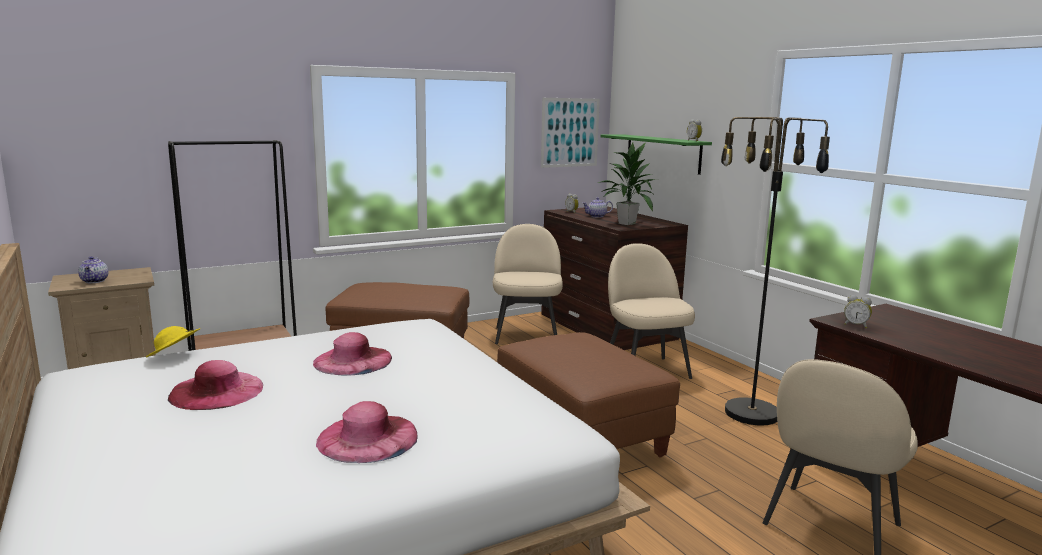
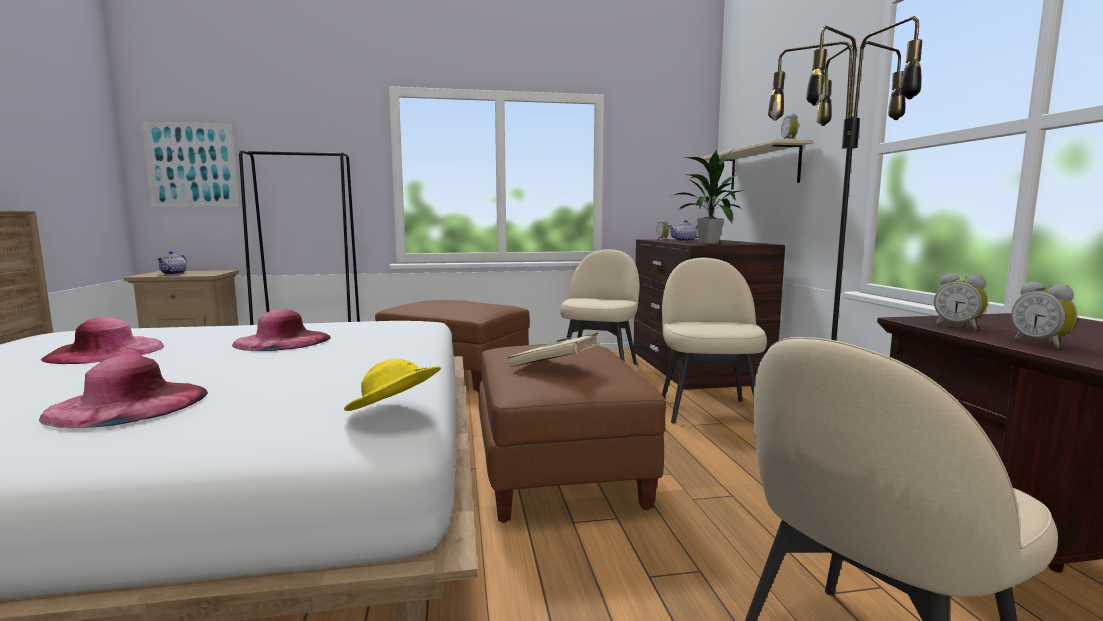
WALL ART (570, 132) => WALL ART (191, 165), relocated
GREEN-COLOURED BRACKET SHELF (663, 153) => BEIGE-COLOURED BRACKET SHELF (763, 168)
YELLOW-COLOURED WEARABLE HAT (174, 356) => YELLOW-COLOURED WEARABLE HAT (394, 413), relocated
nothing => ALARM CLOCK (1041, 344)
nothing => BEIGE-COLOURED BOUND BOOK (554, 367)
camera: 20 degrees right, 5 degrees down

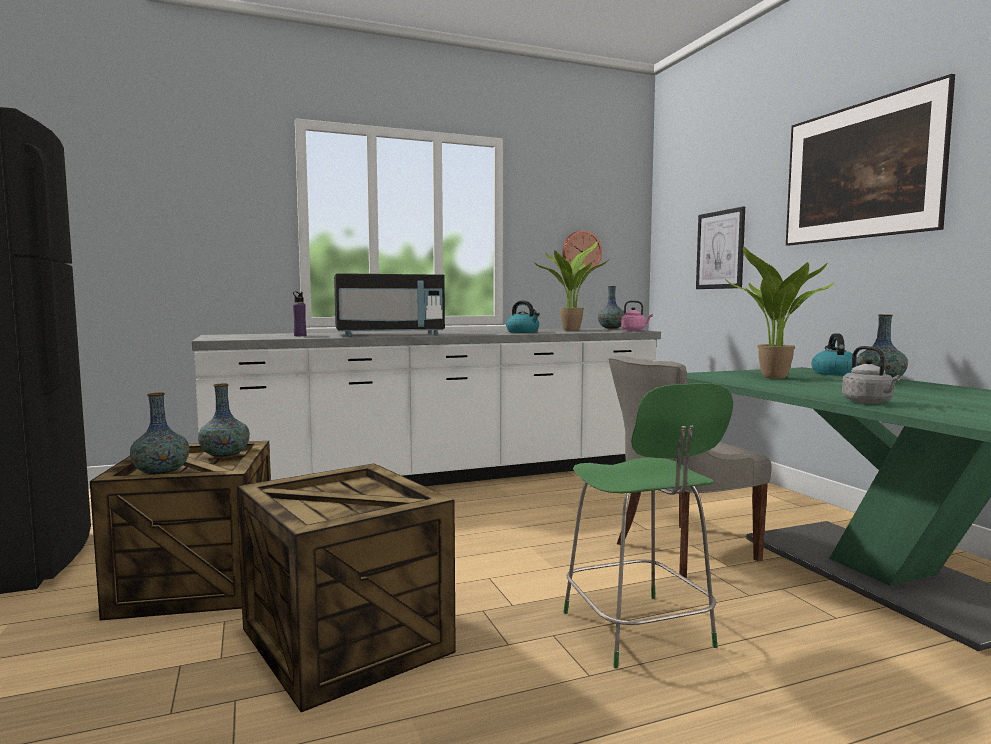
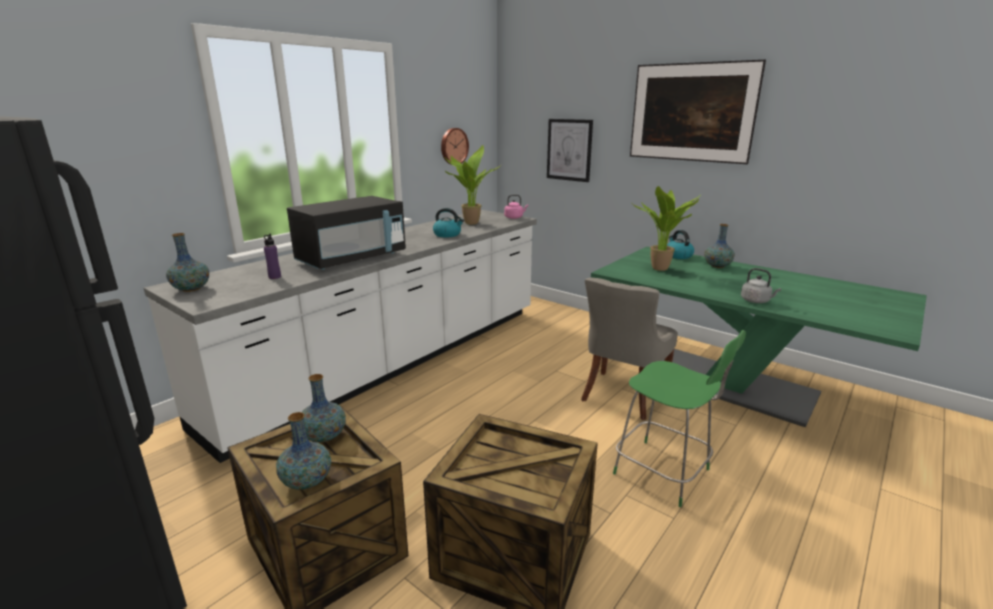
VASE (611, 329) => VASE (191, 289), relocated
camera: 30 degrees left, 15 degrees up

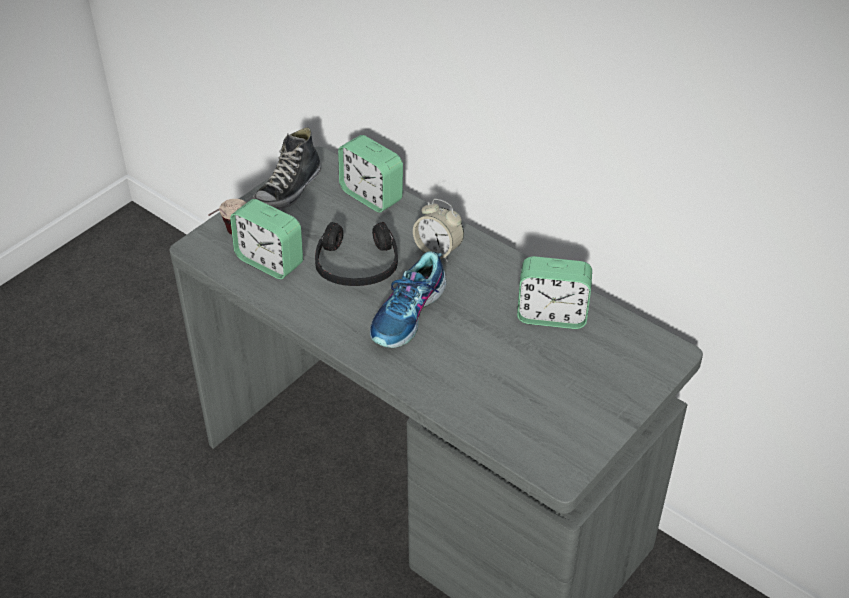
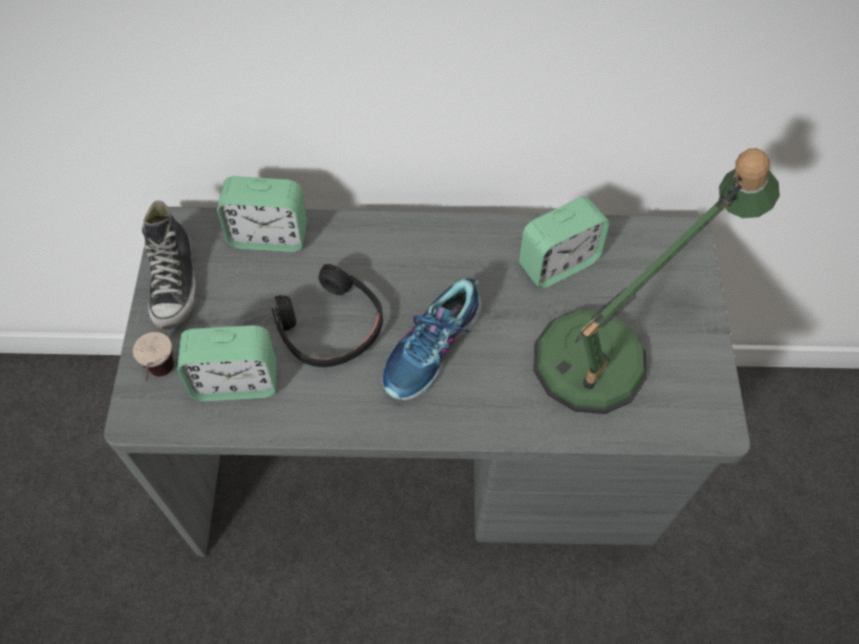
ALARM CLOCK (438, 251) => nothing
ITEM OF FOOTWEAR (409, 314) => ITEM OF FOOTWEAR (433, 349), 45 degrees clockwise
nothing => LAMP FOR A TABLE (607, 353)
camera: 40 degrees left, 15 degrees up

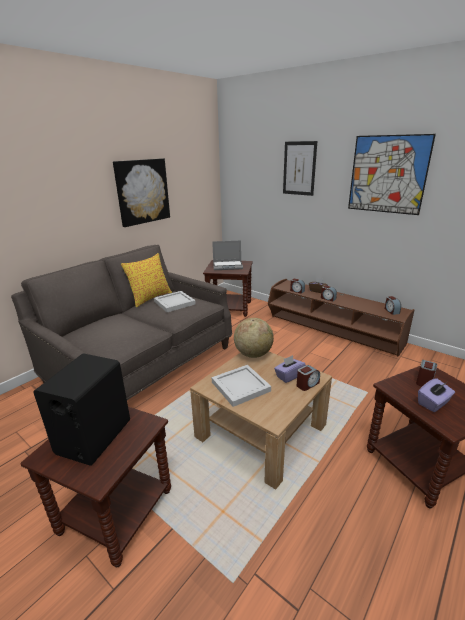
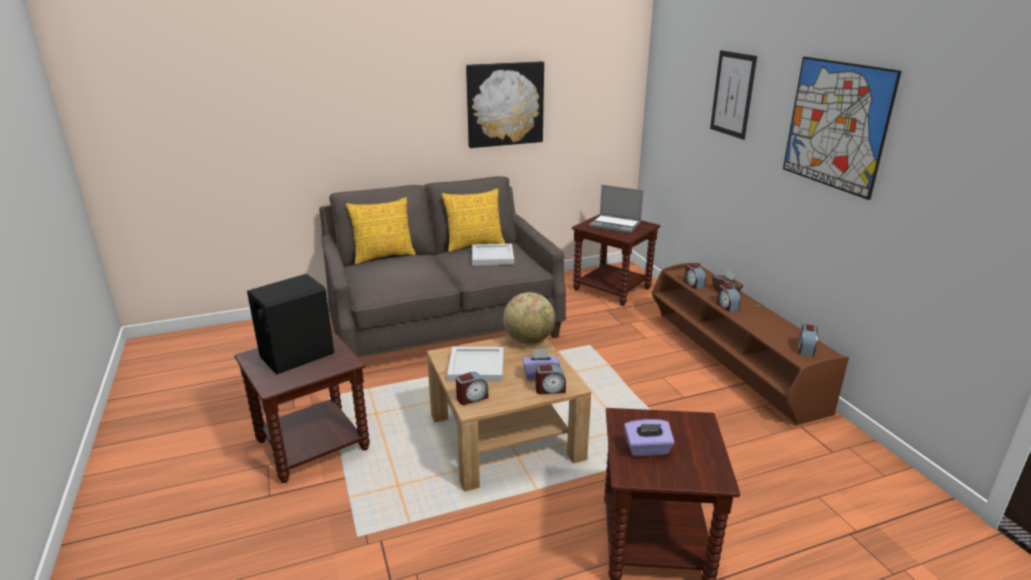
ALARM CLOCK (424, 380) => ALARM CLOCK (472, 398), relocated
nothing => YELLOW-COLOURED CUSHION (384, 256)
camera: 30 degrees right, 0 degrees up

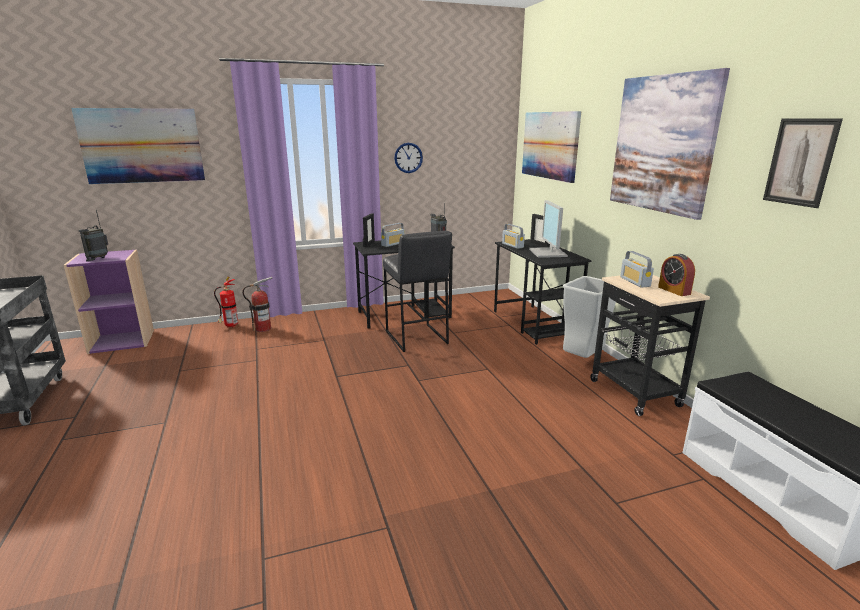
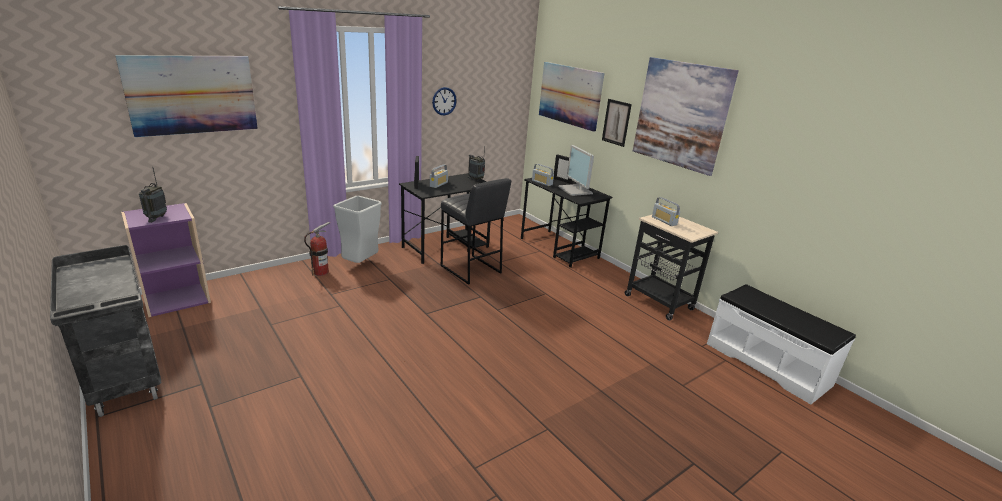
WALL ART (800, 162) => WALL ART (616, 122), relocated
ALARM CLOCK (674, 290) => nothing
GRAY WASTE BIN (582, 359) => GRAY WASTE BIN (361, 264), relocated
FIRE-FIGHTING CYLINDER (230, 326) => nothing
camera: 20 degrees left, 5 degrees up

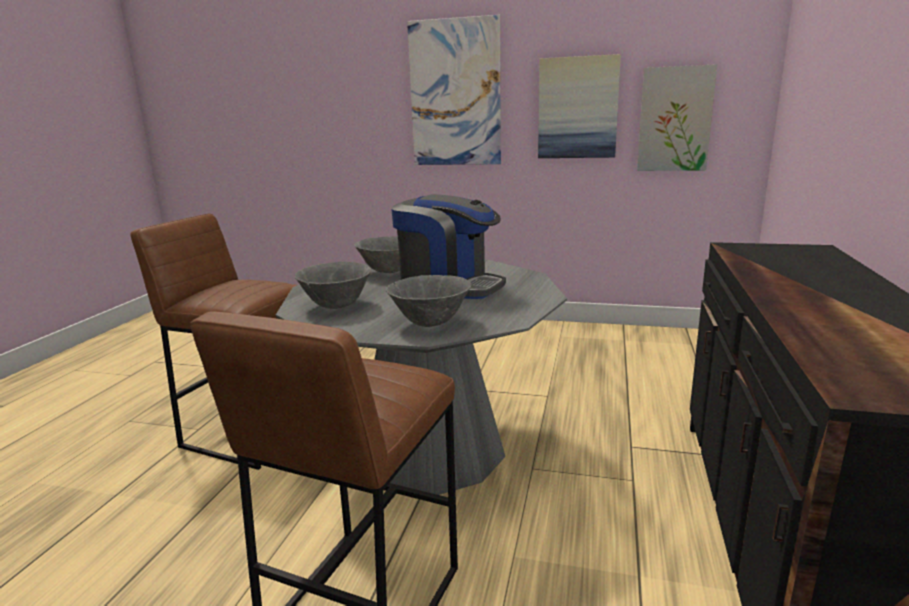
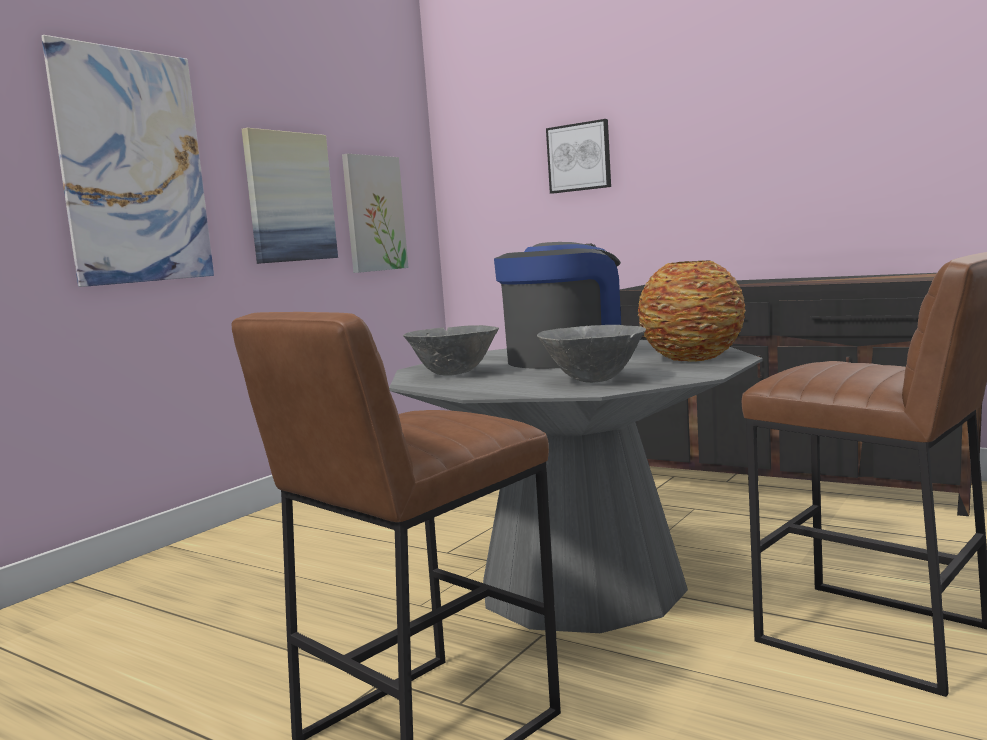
GRAY SERVING BOWL (430, 323) => VASE (692, 358)
nothing => WALL ART (579, 157)
camera: 70 degrees left, 10 degrees down

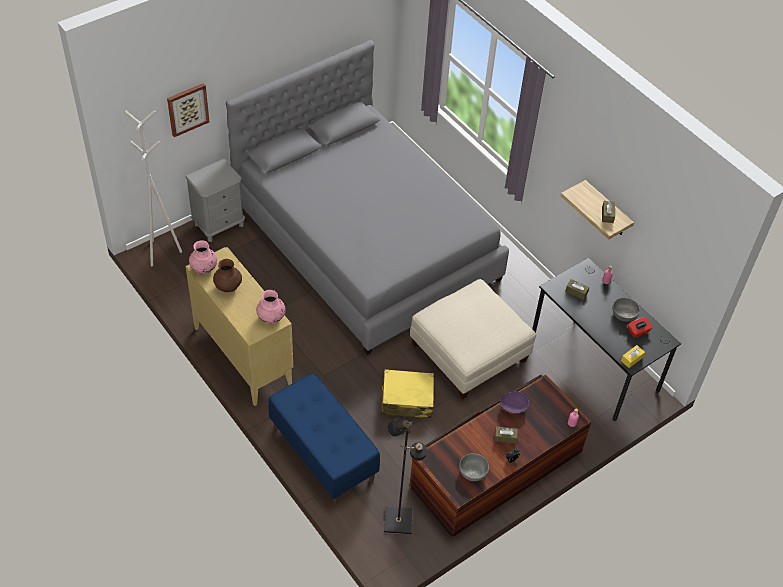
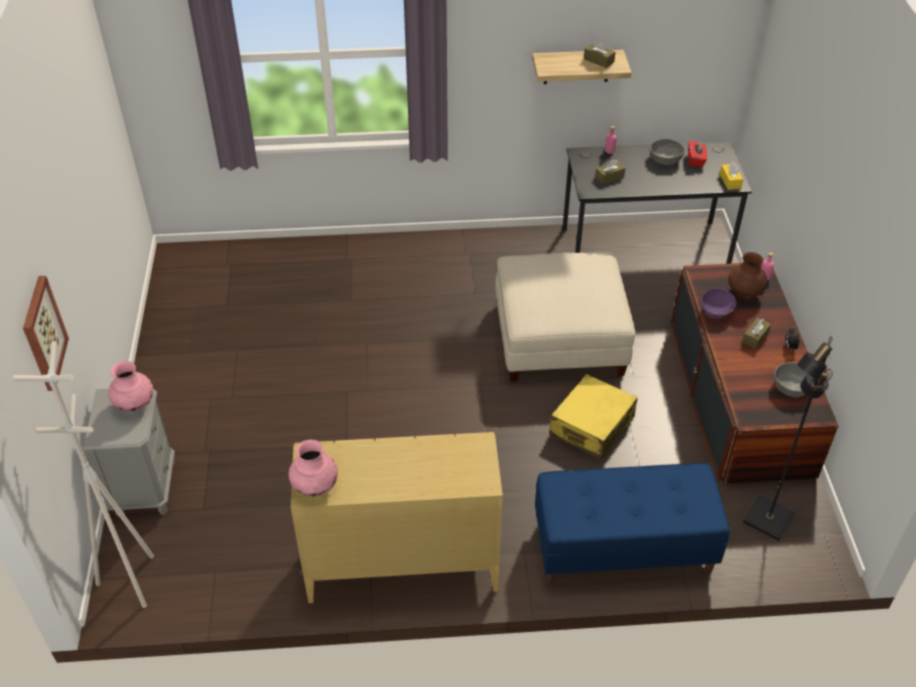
GRAY BEDROOM BED (365, 241) => nothing
BROWN VASE (228, 287) => BROWN VASE (744, 293), relocated
PINK-COLOURED VASE (271, 318) => PINK-COLOURED VASE (135, 404), relocated
camera: 55 degrees left, 5 degrees down

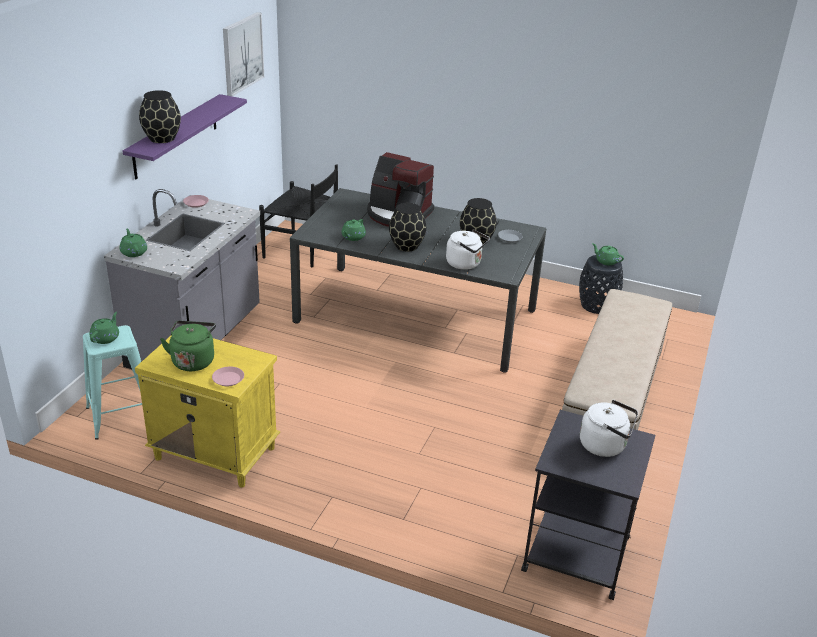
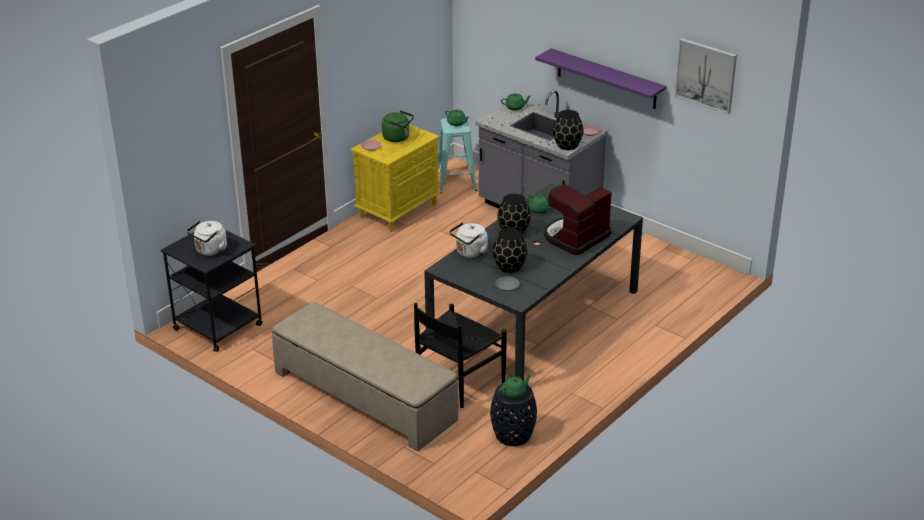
BLACKISH VASE (161, 138) => BLACKISH VASE (567, 145), relocated
BLACKISH PLAIN CHAIR (301, 250) => BLACKISH PLAIN CHAIR (458, 383), relocated
camera: 110 degrees right, 0 degrees up

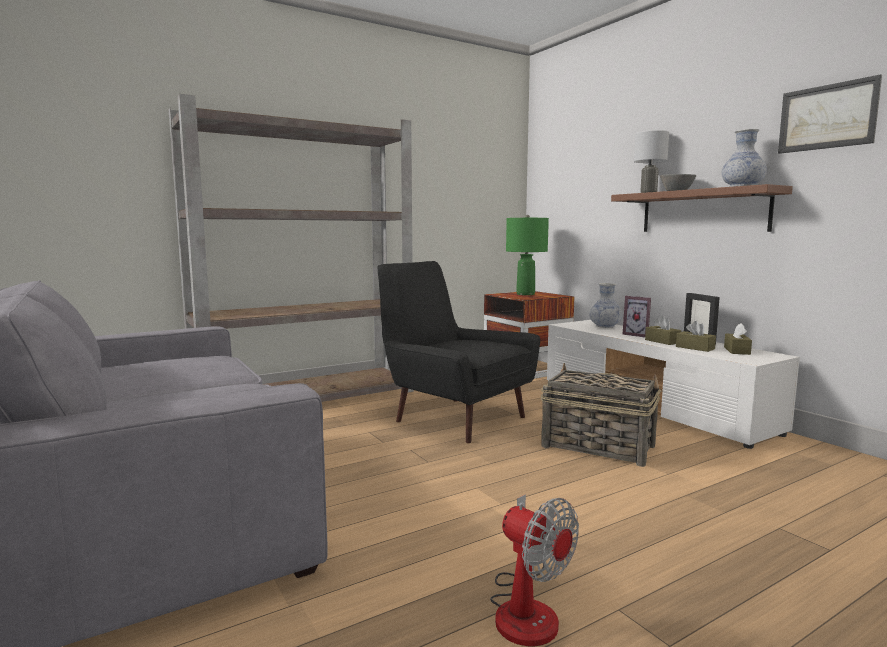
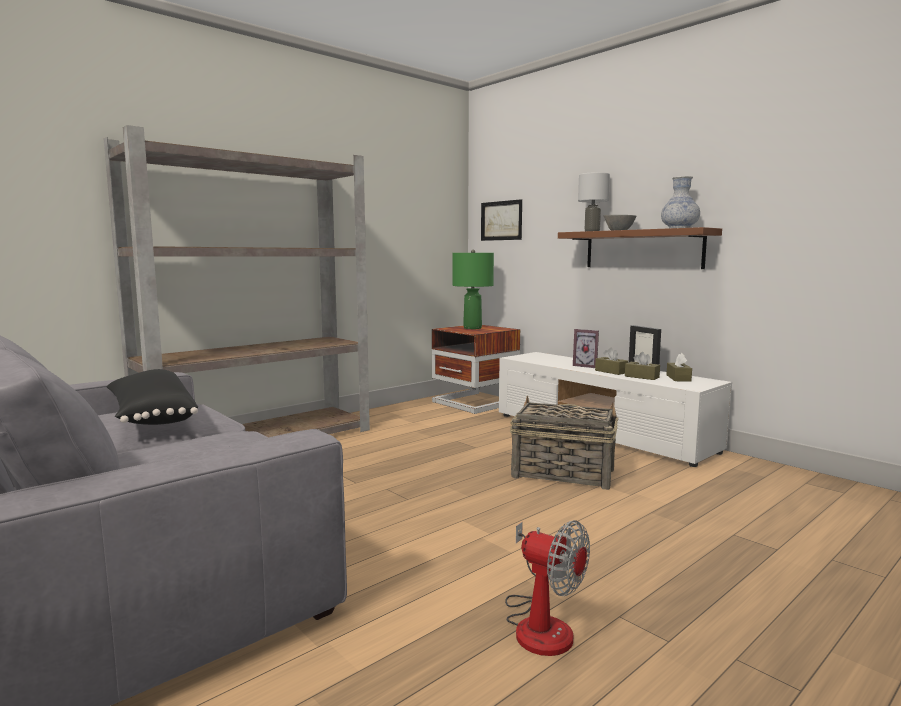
WALL ART (827, 117) => WALL ART (501, 220), relocated
BLACKISH EASY CHAIR (454, 417) => nothing
VASE (605, 326) => nothing
nothing => BLACKISH CUSHION (151, 417)
camera: 10 degrees left, 0 degrees up

